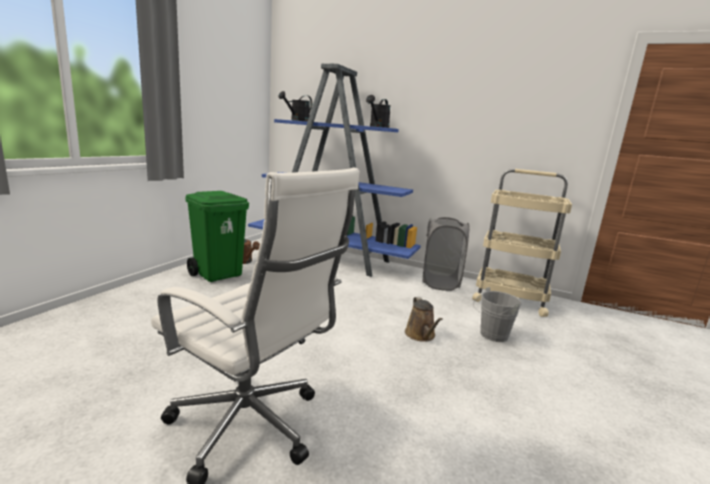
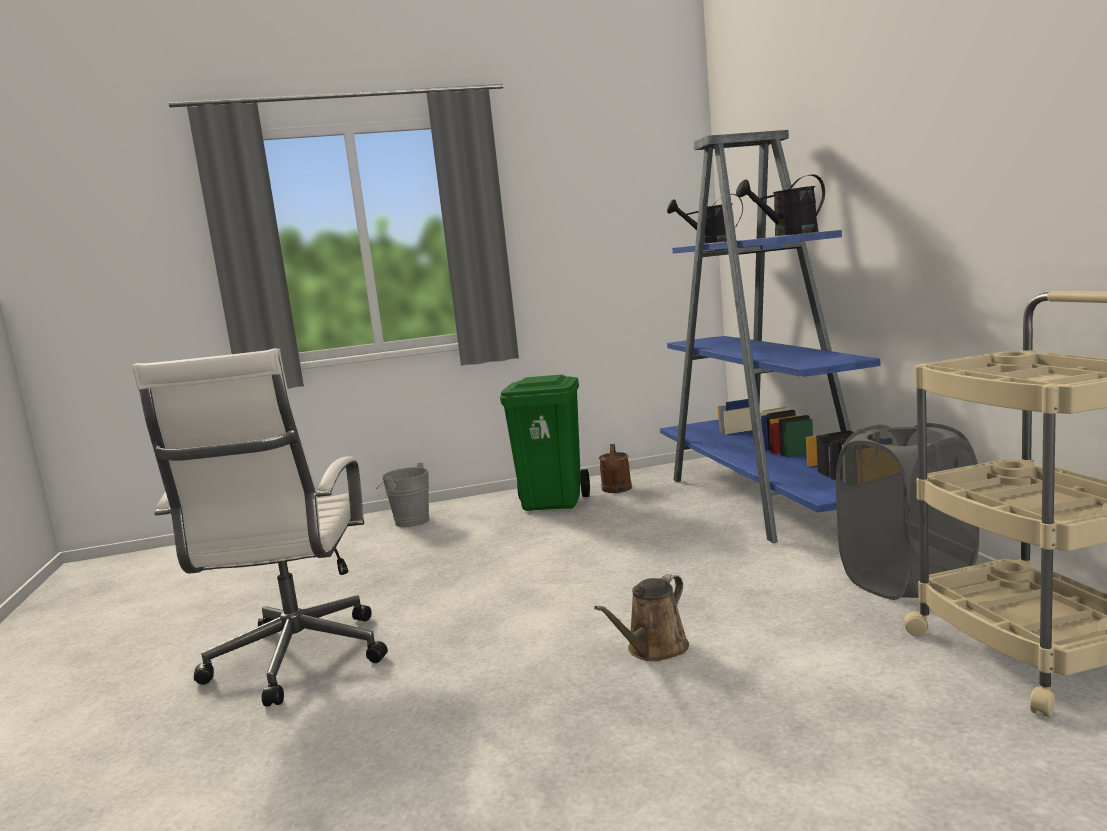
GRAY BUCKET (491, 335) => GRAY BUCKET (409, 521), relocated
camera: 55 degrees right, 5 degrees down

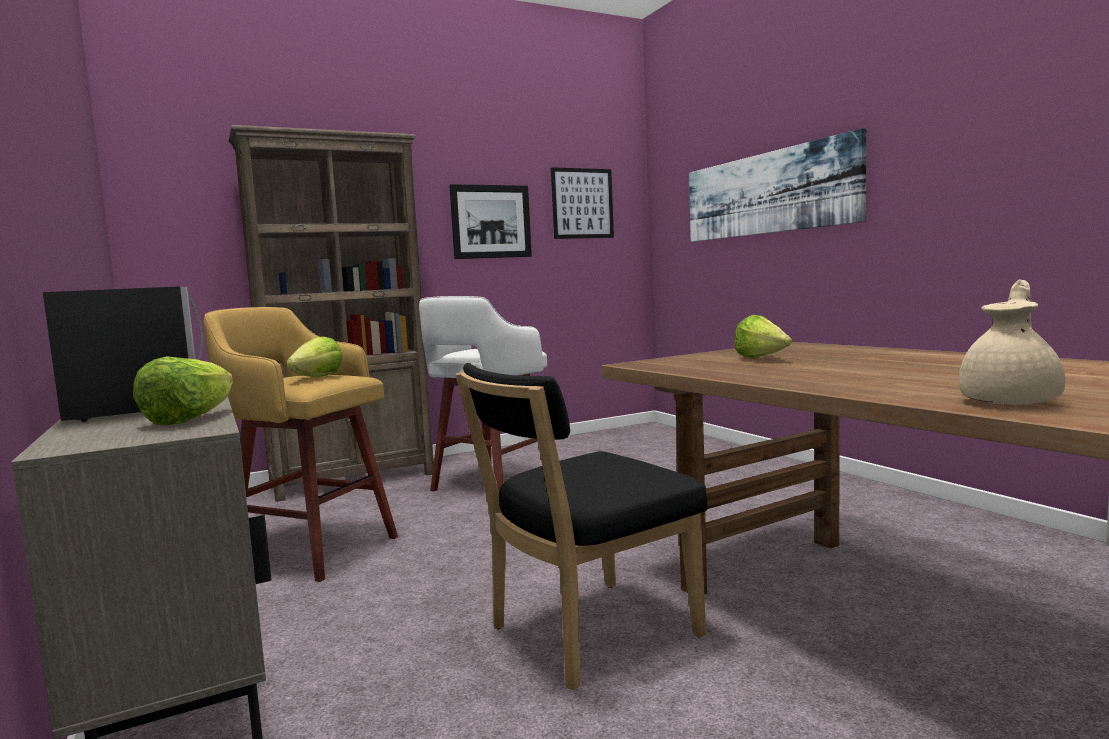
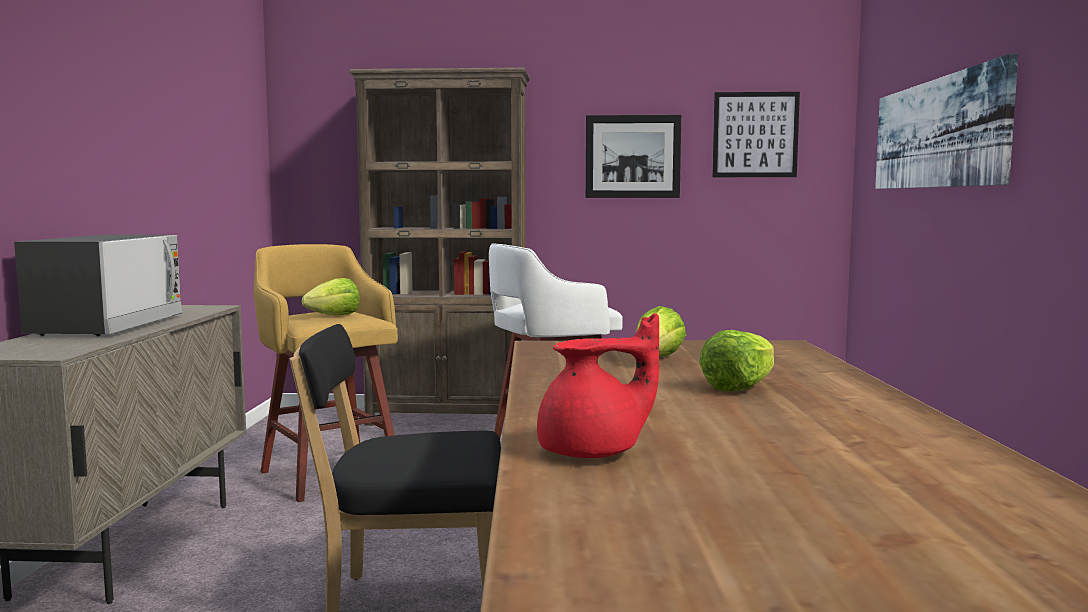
BEIGE-COLOURED POT FOR TEA (1011, 401) => RED POT FOR TEA (594, 452)
LETTUCE HEAD (190, 419) => LETTUCE HEAD (740, 387), relocated
camera: 30 degrees right, 0 degrees up

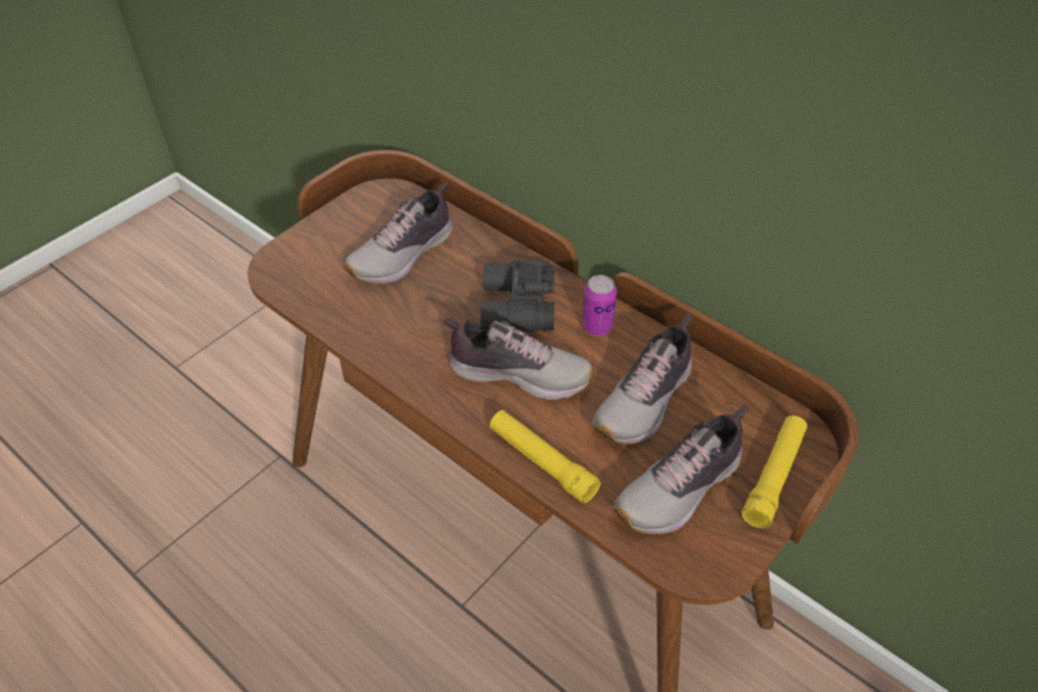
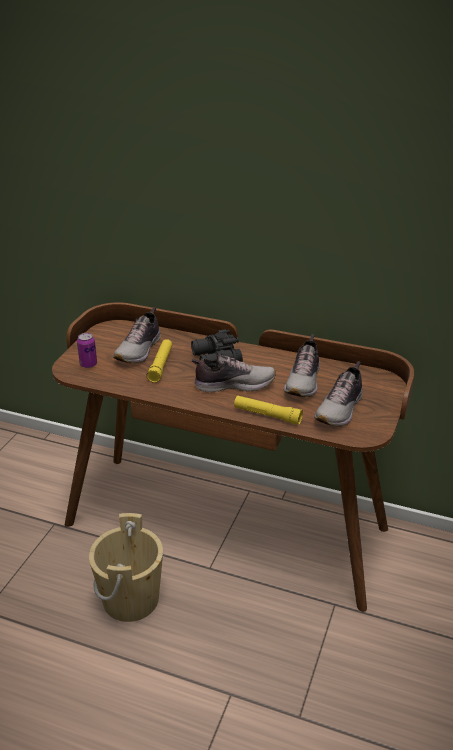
SEALED CAN (597, 326) => SEALED CAN (88, 364), relocated
YELLOW-COLOURED TORCH (773, 476) => YELLOW-COLOURED TORCH (160, 365), relocated
nothing => BEIGE-COLOURED BUCKET (131, 599)
camera: 20 degrees left, 15 degrees down

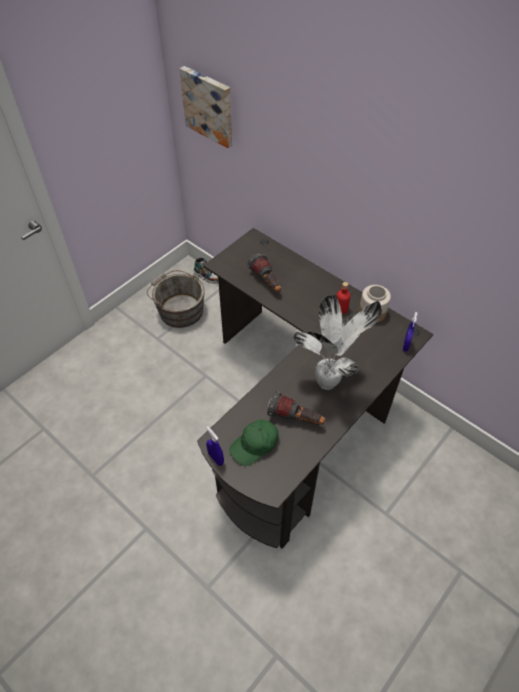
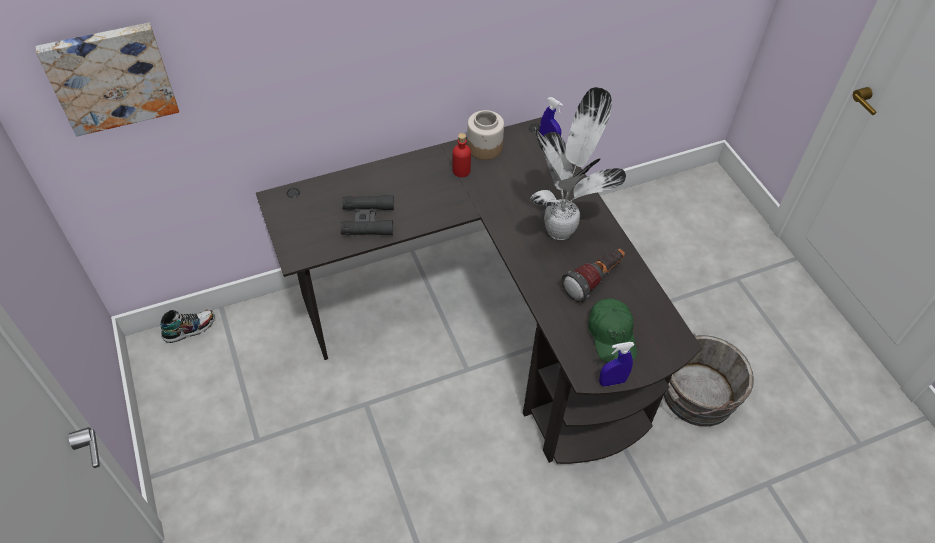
TORCH (267, 282) => BLACKISH PAIR OF BINOCULARS (368, 220)
GRAY BUCKET (179, 309) => GRAY BUCKET (694, 396), relocated
camera: 65 degrees left, 0 degrees up

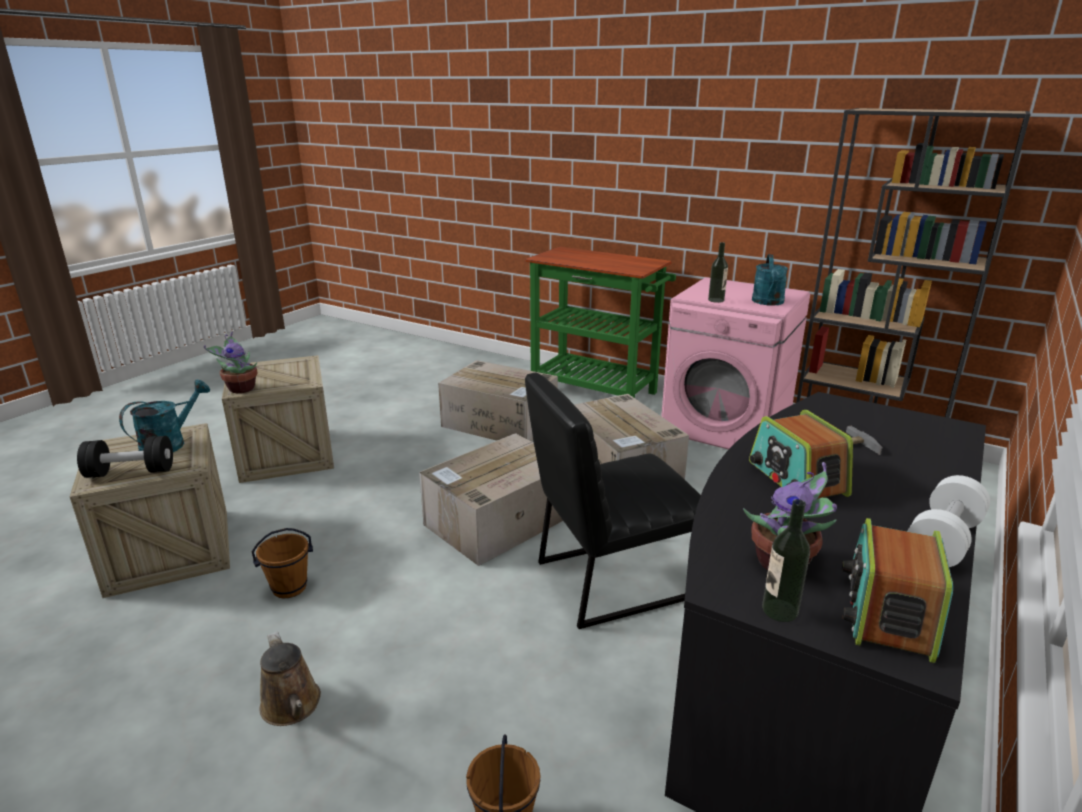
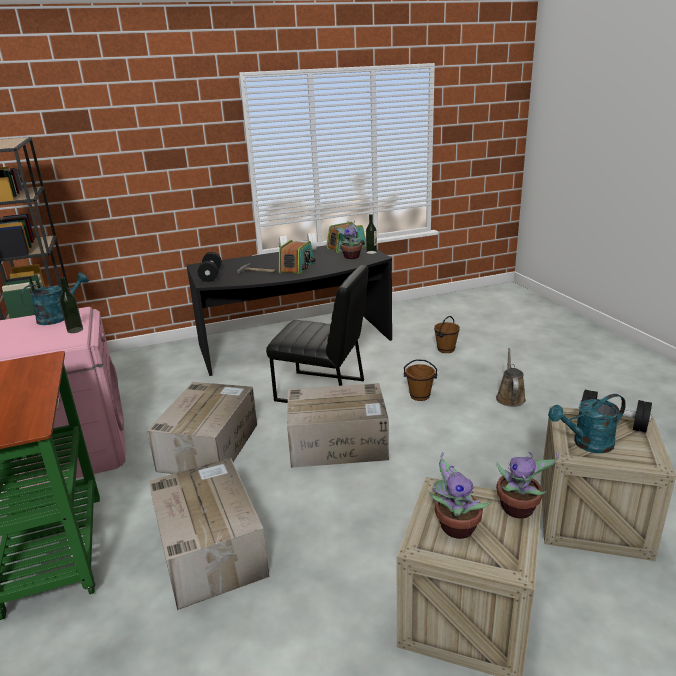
BROWN BUCKET (289, 588) => BROWN BUCKET (420, 396), relocated
nothing => BLACKISH FREE WEIGHT (211, 275)
nothing => PLANT IN A POT (455, 527)
camera: 140 degrees left, 0 degrees up

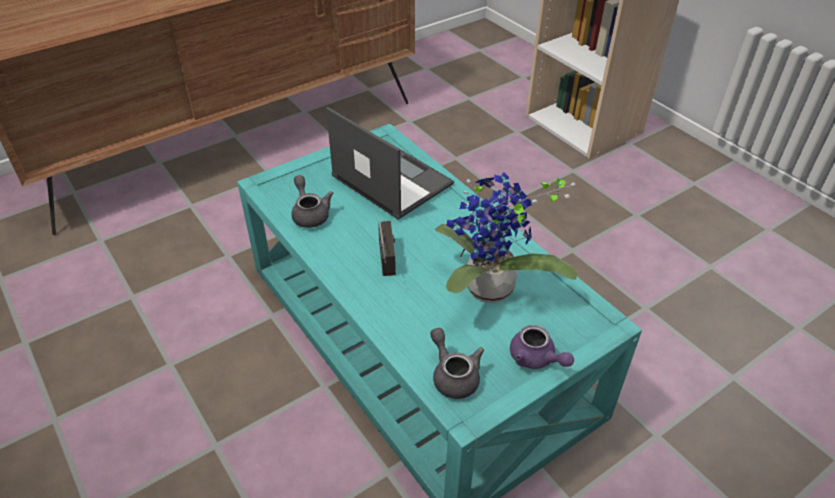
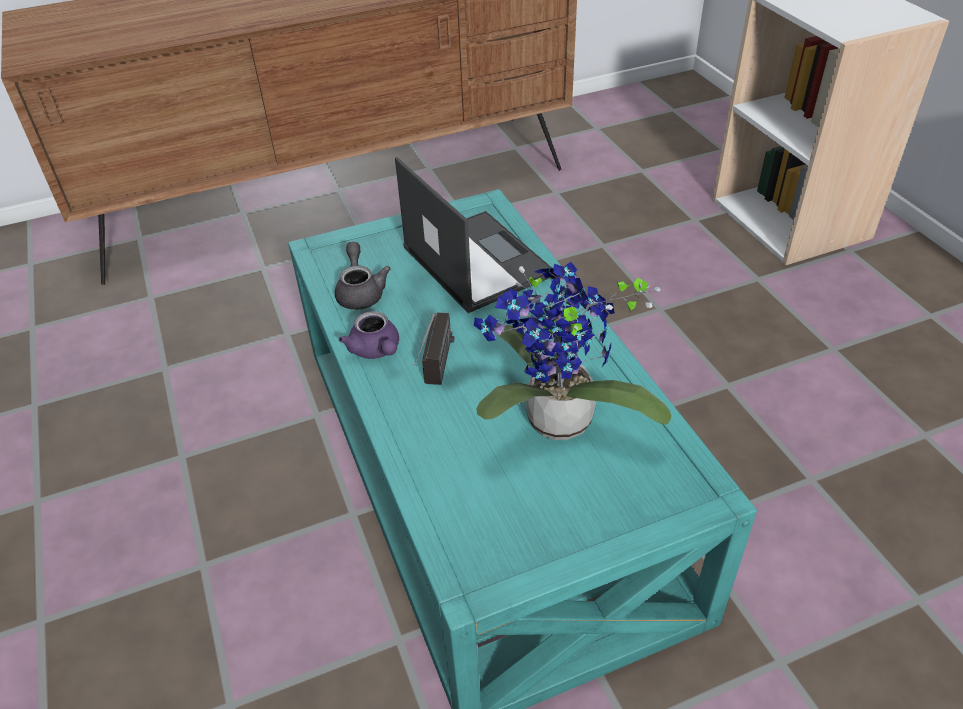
PURPLE POT FOR TEA (536, 359) => PURPLE POT FOR TEA (376, 351), relocated
GRAY POT FOR TEA (453, 375) => nothing
camera: 15 degrees right, 0 degrees up

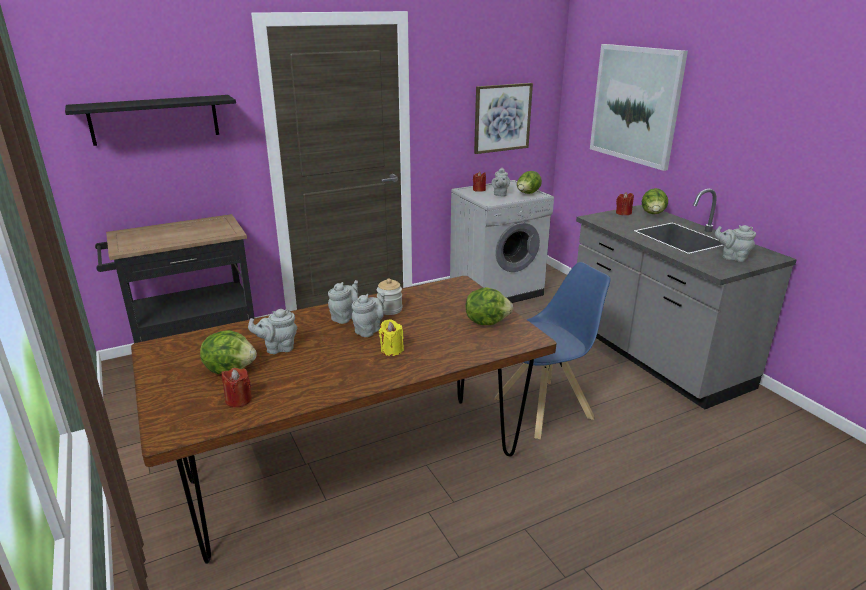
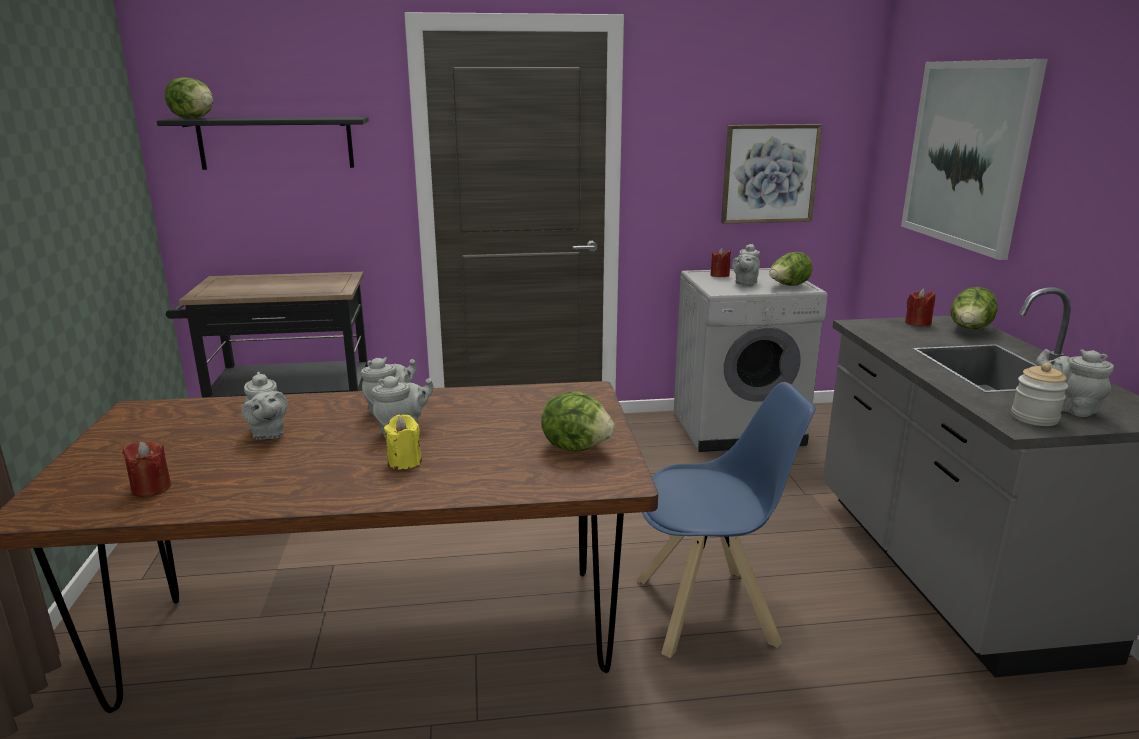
STORAGE JAR (390, 309) => STORAGE JAR (1034, 418), relocated
GRAY POT FOR TEA (278, 348) => GRAY POT FOR TEA (267, 434), 120 degrees counterclockwise
LETTUCE HEAD (230, 369) => LETTUCE HEAD (194, 118), relocated
camera: 20 degrees right, 5 degrees down

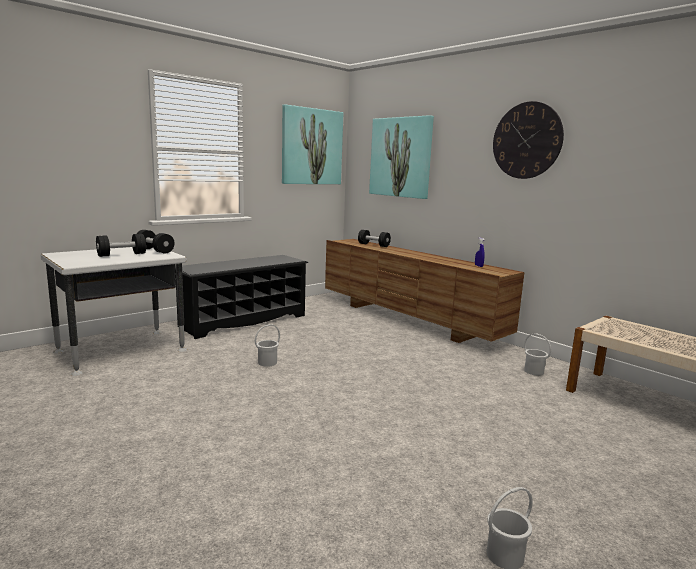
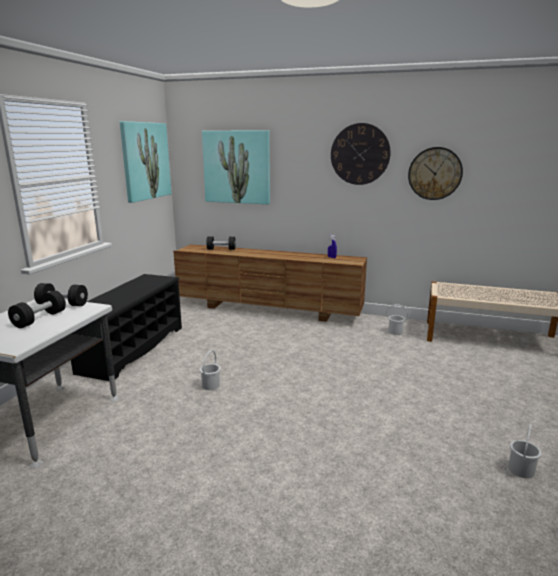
nothing => HANGING CLOCK (434, 173)
camera: 30 degrees left, 5 degrees up

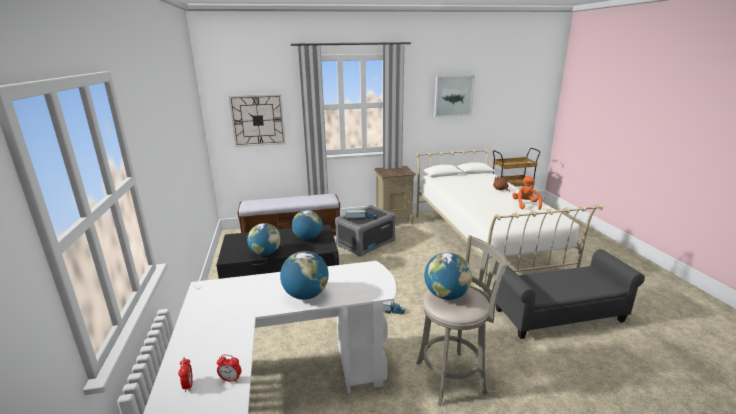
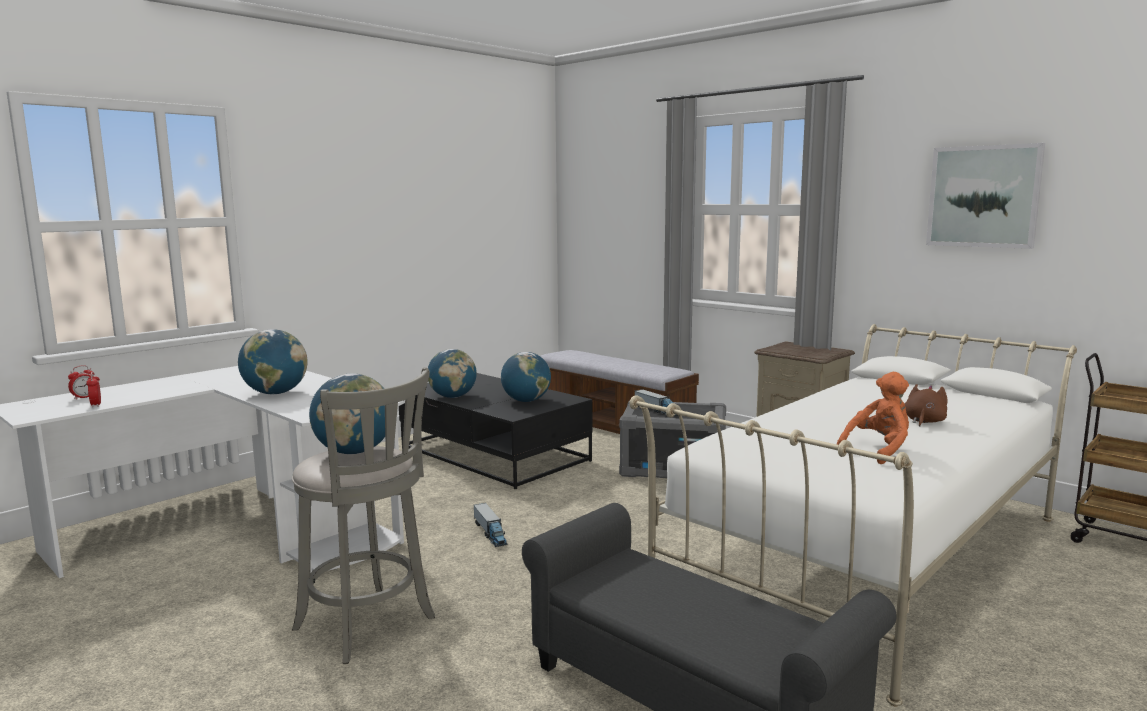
HANGING CLOCK (258, 120) => nothing
camera: 55 degrees right, 10 degrees down

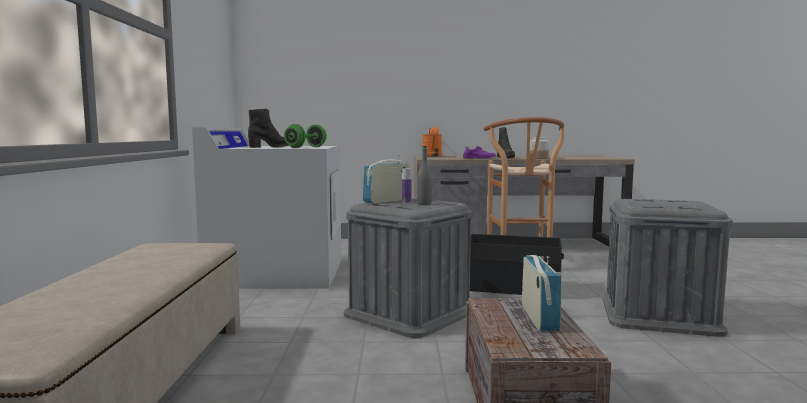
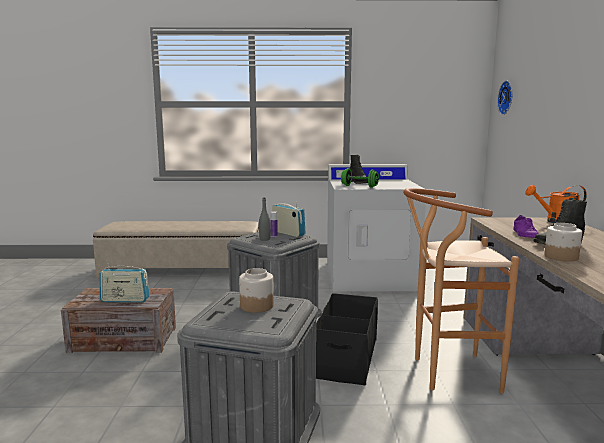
nothing => HANGING CLOCK (507, 97)
nothing => STORAGE JAR (256, 306)
camera: 90 degrees right, 5 degrees up

